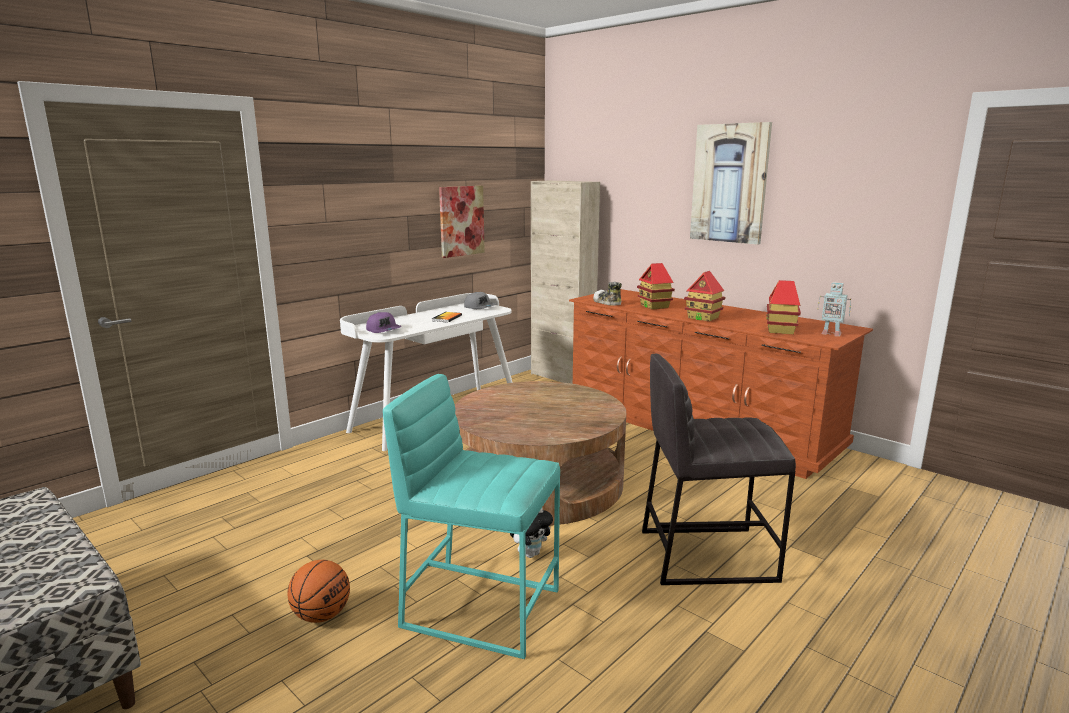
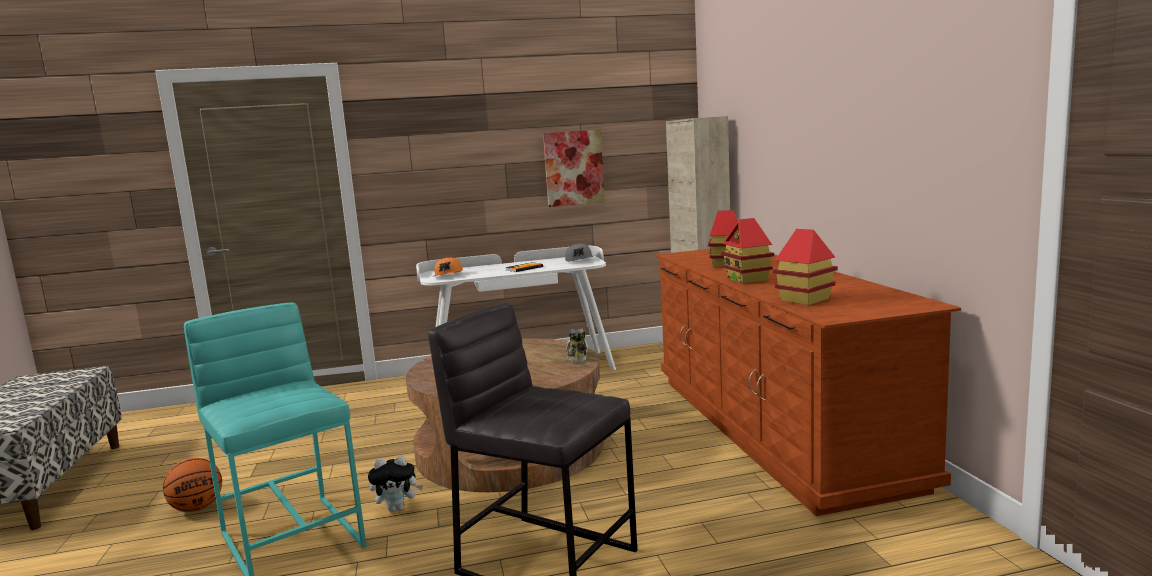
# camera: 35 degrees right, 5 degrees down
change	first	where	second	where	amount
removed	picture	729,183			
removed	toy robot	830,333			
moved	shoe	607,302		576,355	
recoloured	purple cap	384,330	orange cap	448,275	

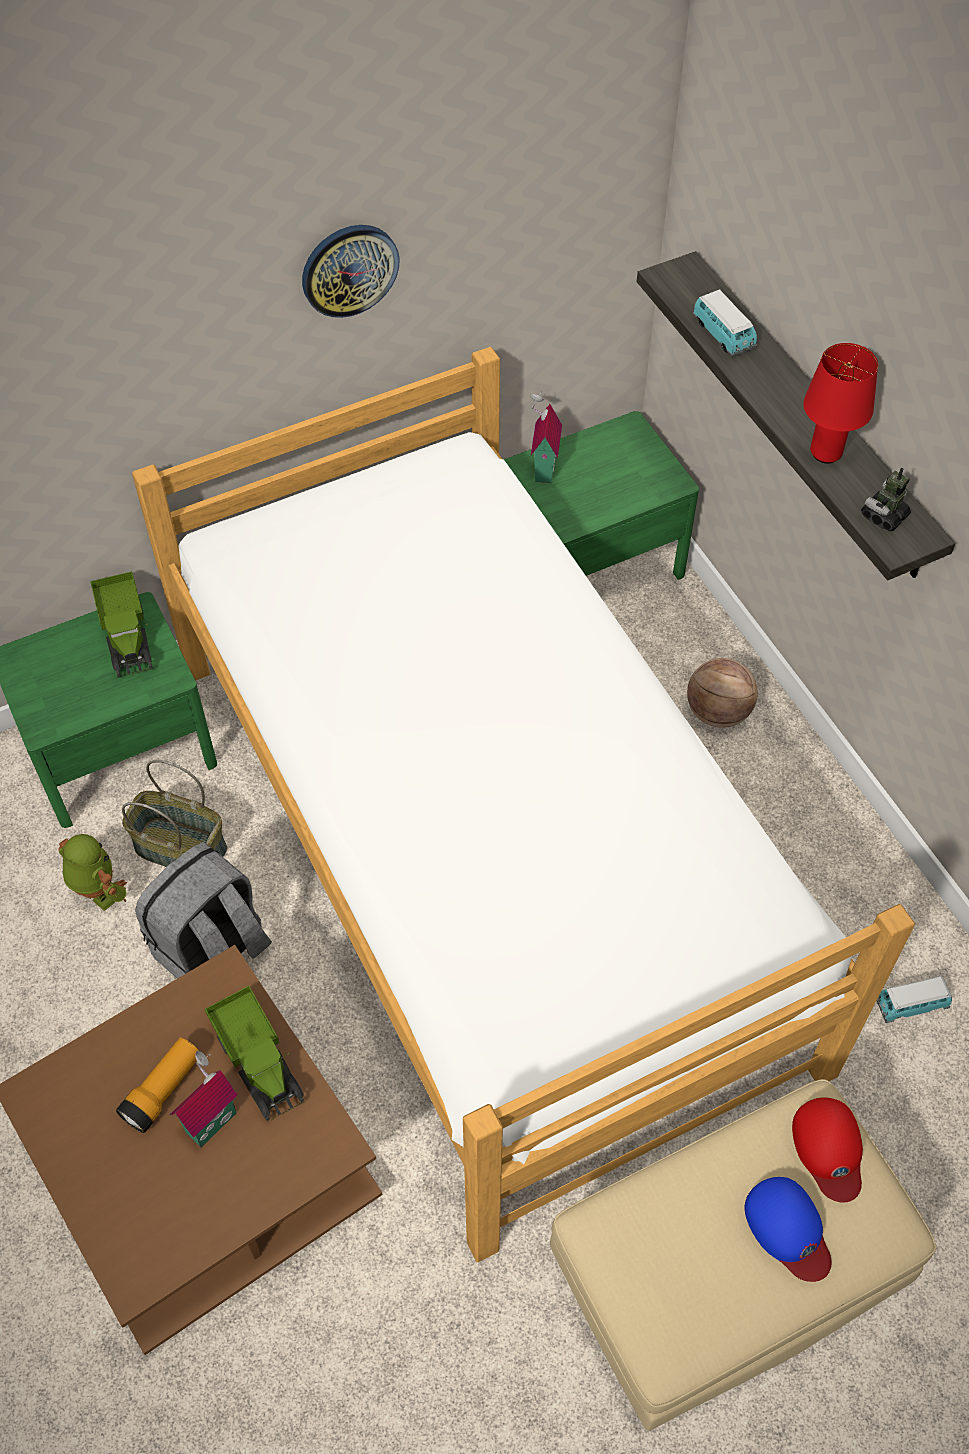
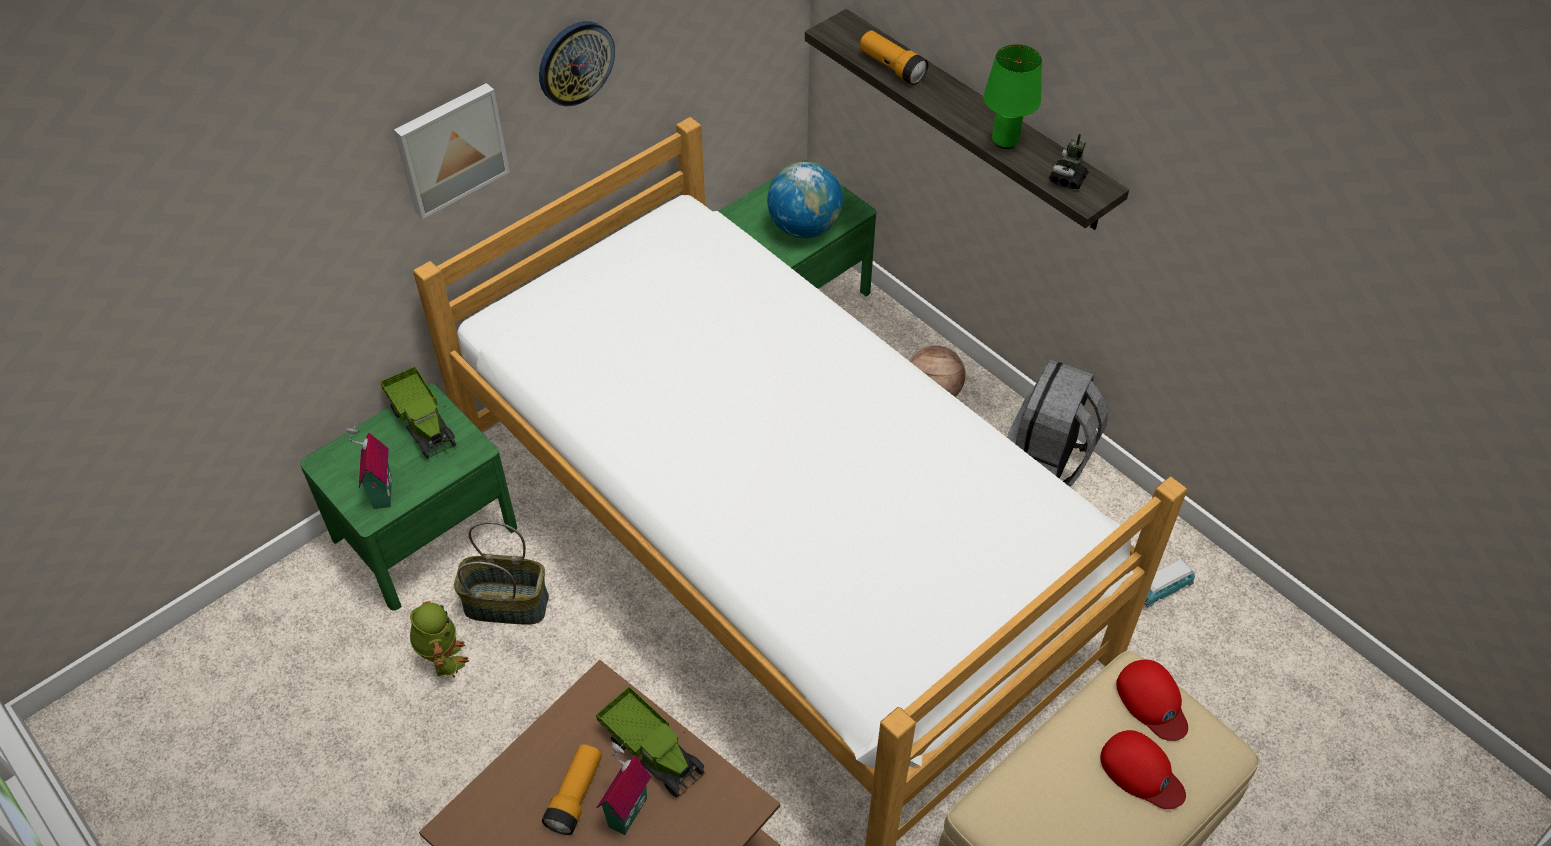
# camera: 15 degrees left, 5 degrees down
change	first	where	second	where	amount
added			picture	450,148	
added			globe	804,227	
moved	grey backpack	213,951		1048,459	
moved	toy house	542,468		380,492	
replaced	toy car	723,335	flashlight	892,67	
recoloured	blue cap	788,1229	red cap	1141,772	
recoloured	red table lamp	824,453	green table lamp	1004,141	
turned	toy robot	98,892		443,658	45 degrees clockwise

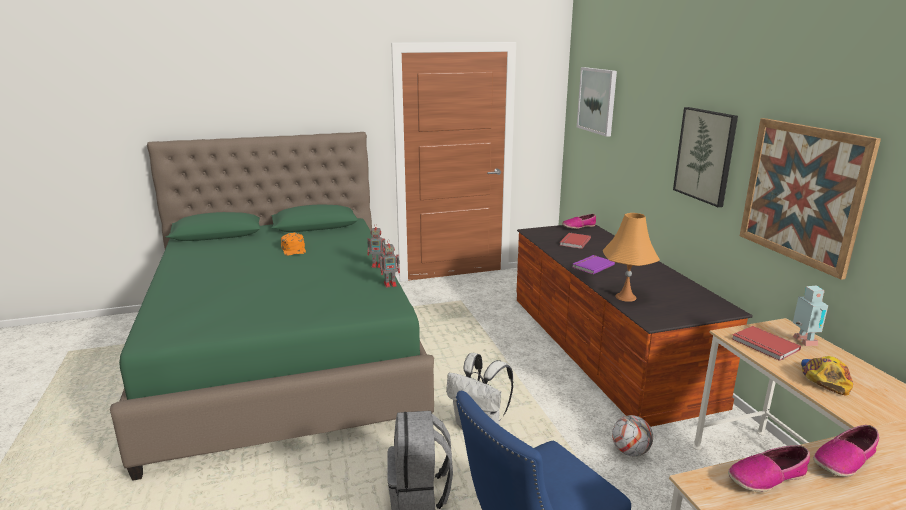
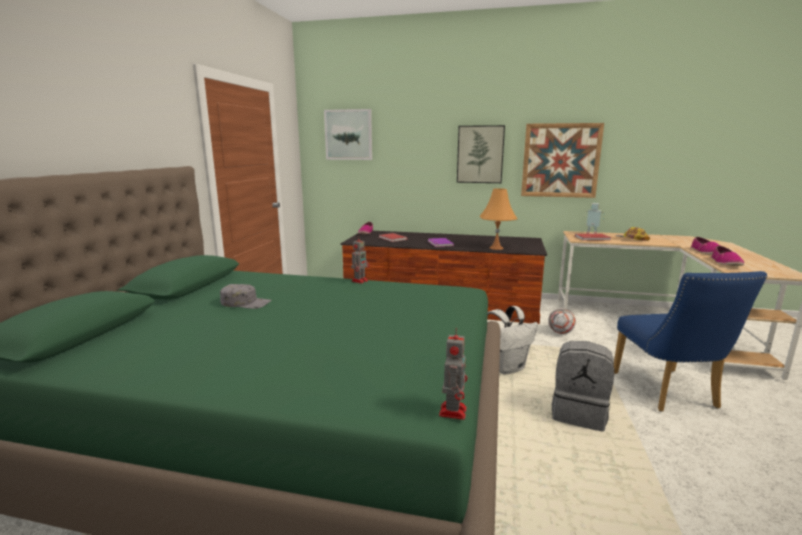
# camera: 60 degrees left, 5 degrees down
change	first	where	second	where	amount
moved	toy robot	391,284		453,410	
recoloured	orange cap	294,249	grey cap	246,303	

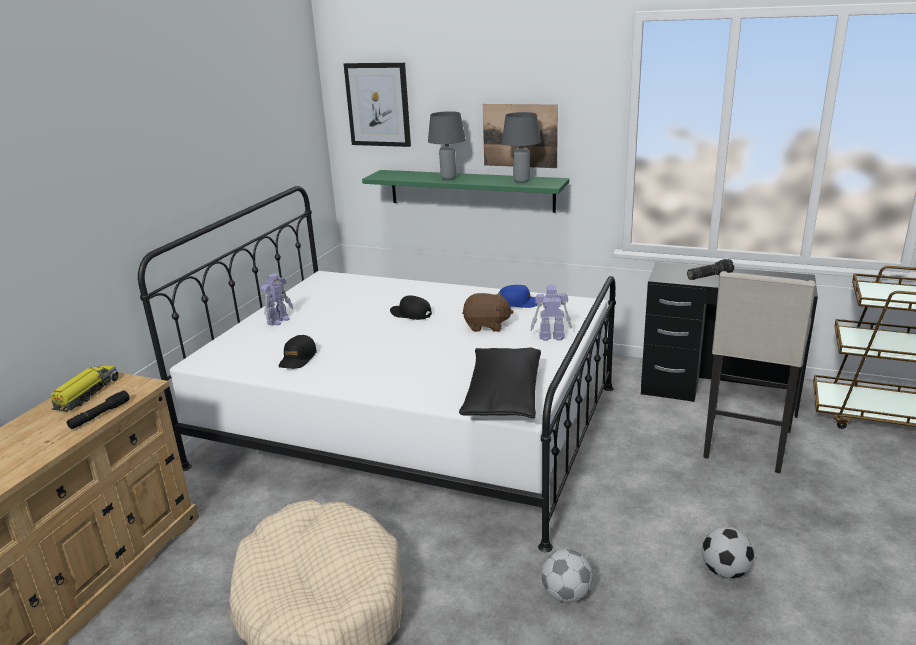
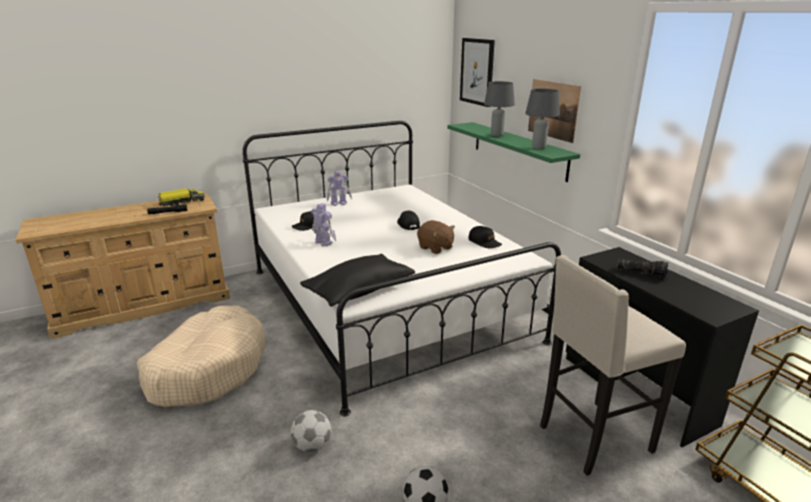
# camera: 40 degrees right, 0 degrees up
change	first	where	second	where	amount
moved	toy robot	551,337		323,242	
recoloured	blue cap	519,303	black cap	484,242	

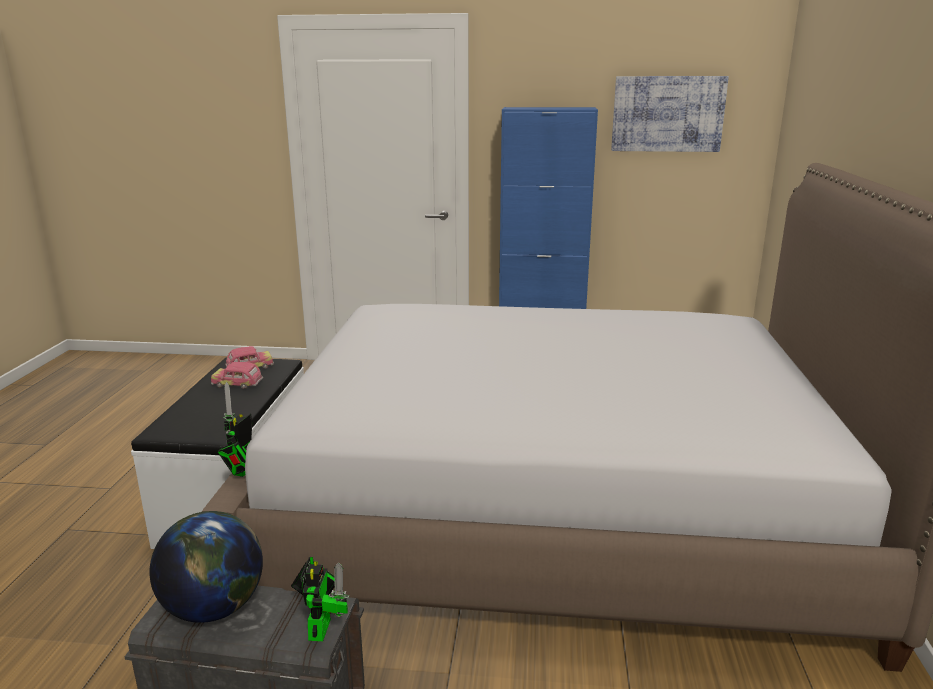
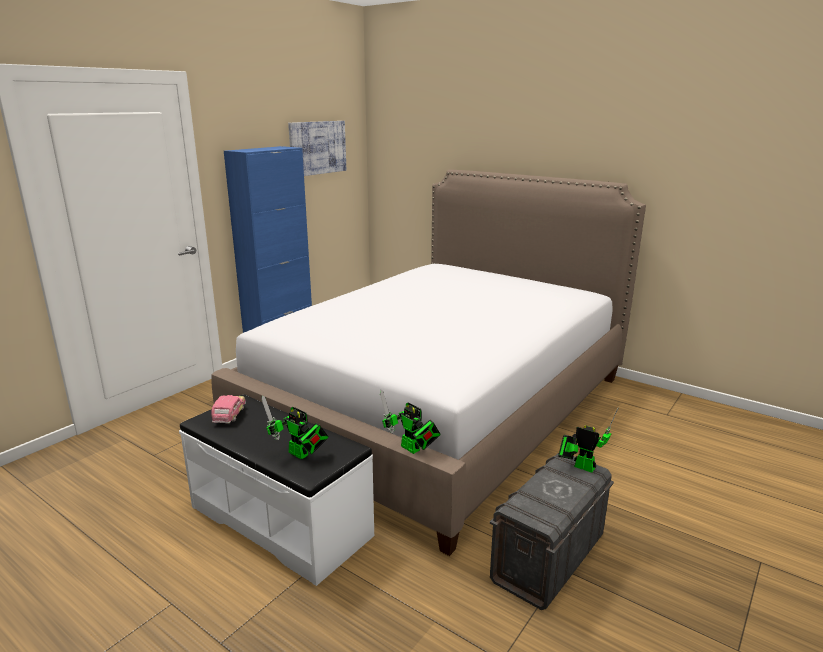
# camera: 60 degrees left, 0 degrees up
change	first	where	second	where	amount
removed	globe	214,607			
removed	toy car	237,384			
added			toy robot	300,455	

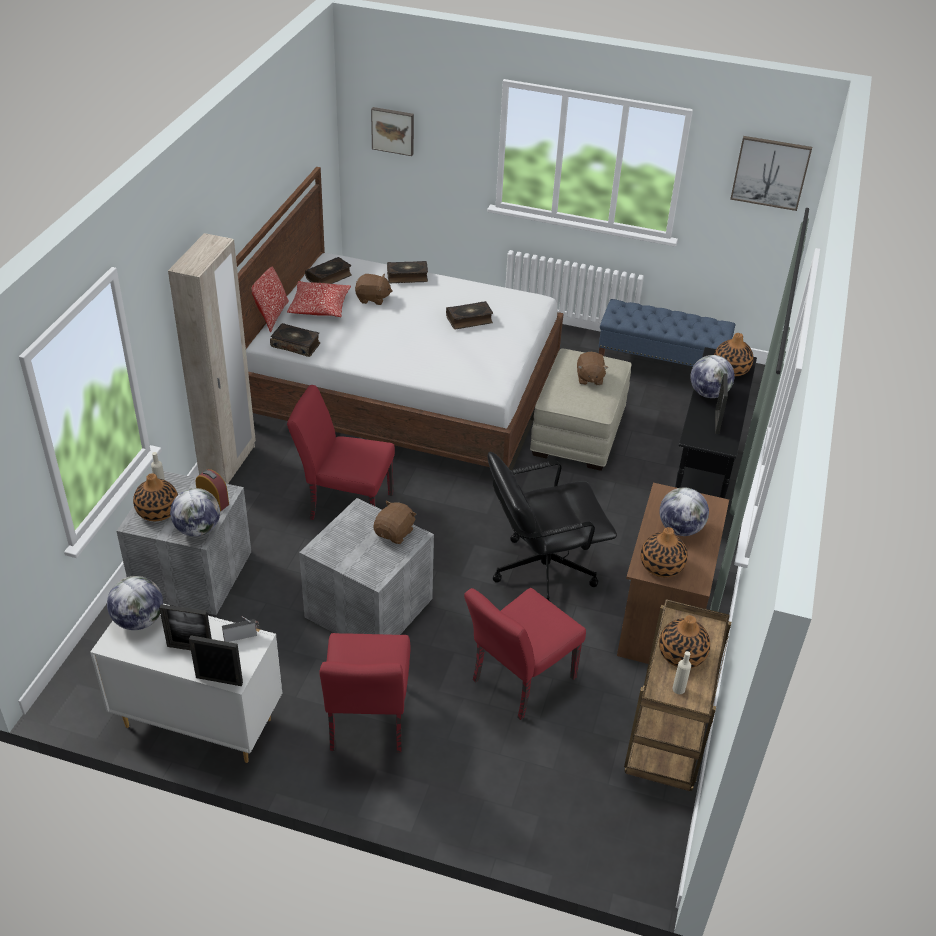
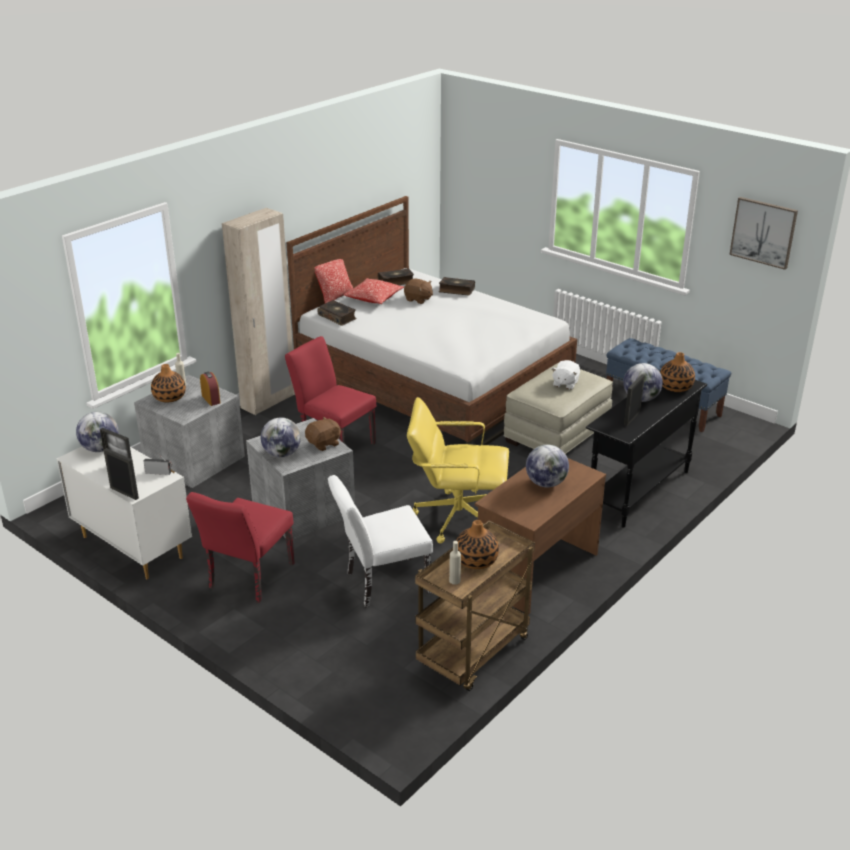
# camera: 25 degrees right, 10 degrees down
change	first	where	second	where	amount
removed	picture	393,130			
removed	book	469,320			
removed	vase	661,566			
moved	globe	197,529		282,454	
recoloured	red chair	517,682	white chair	381,583	
recoloured	black office chair	542,570	yellow office chair	456,517	
recoloured	brown plush toy	589,378	white plush toy	565,383	

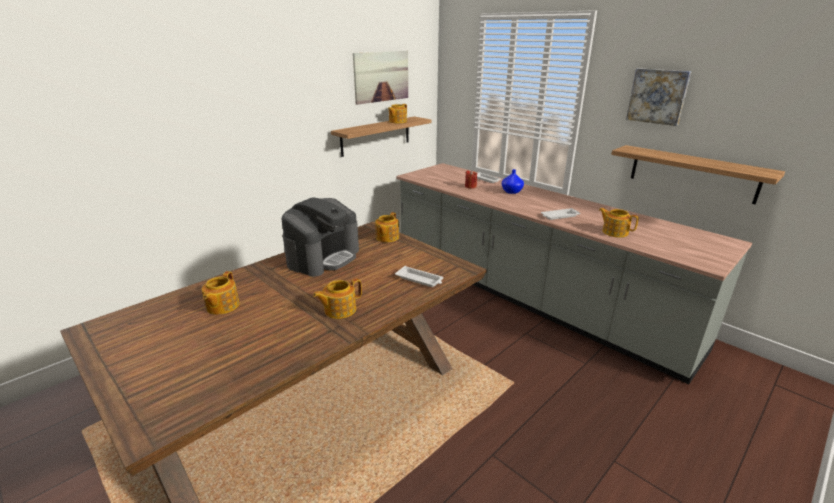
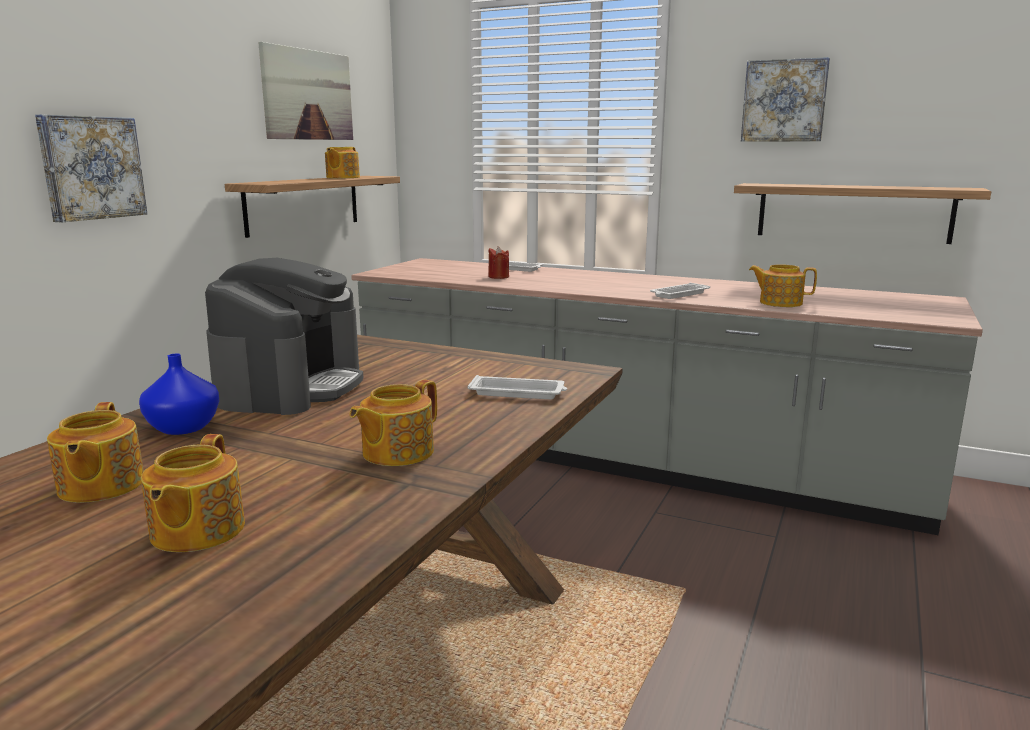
# camera: 20 degrees left, 10 degrees down
change	first	where	second	where	amount
added			picture	91,168	
moved	teapot	386,237		195,531	
moved	blue vase	511,192		182,428	

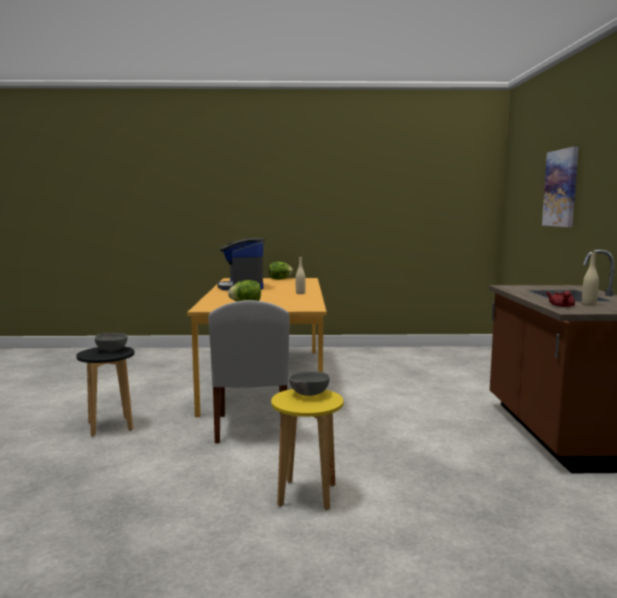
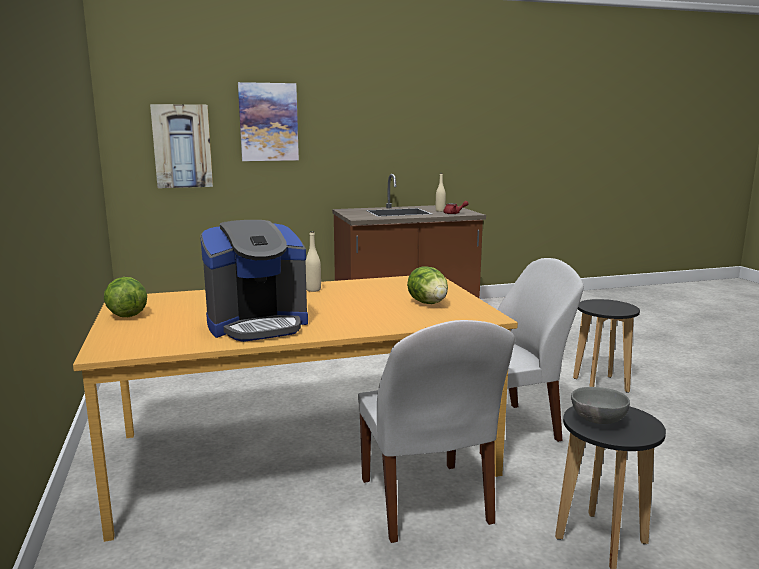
# camera: 105 degrees left, 5 degrees up
change	first	where	second	where	amount
removed	grey bowl	308,394			
added			picture	182,146	
added			white chair	425,503	
recoloured	yellow stool	307,495	black stool	600,385	

